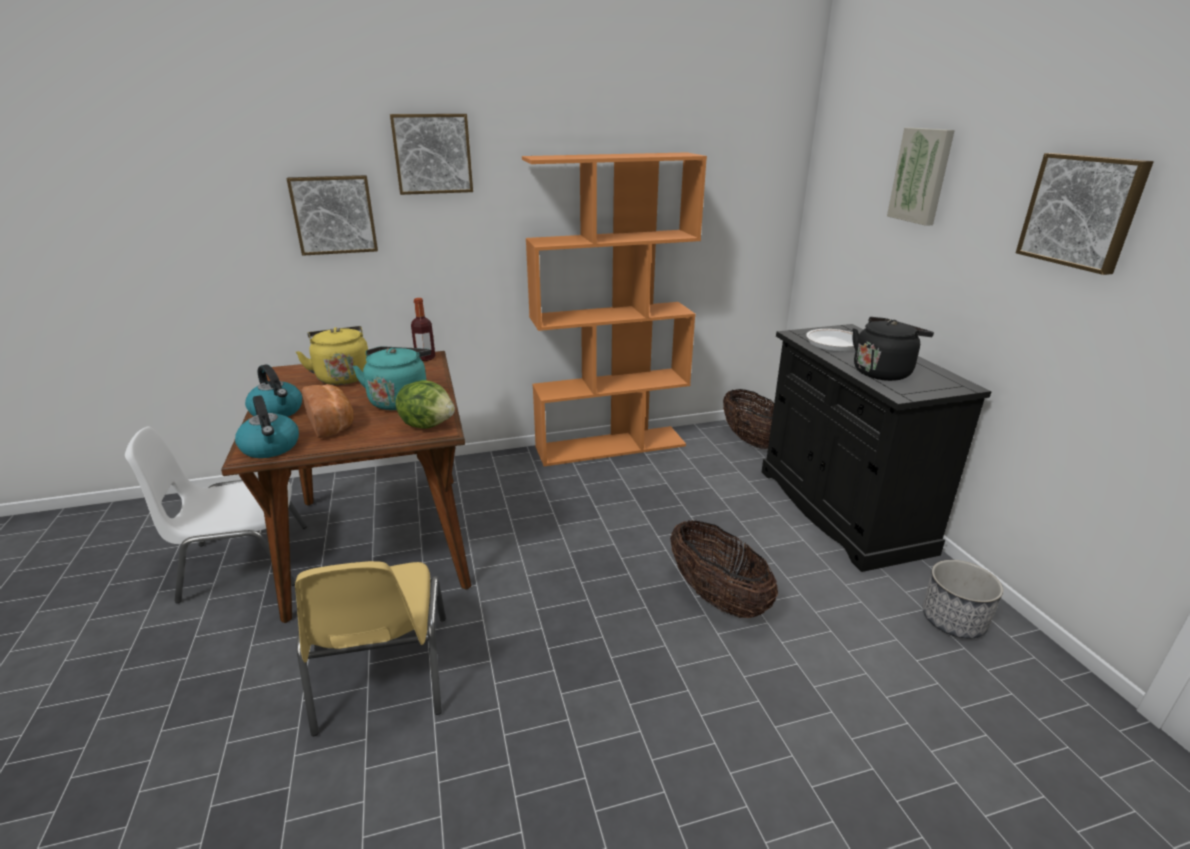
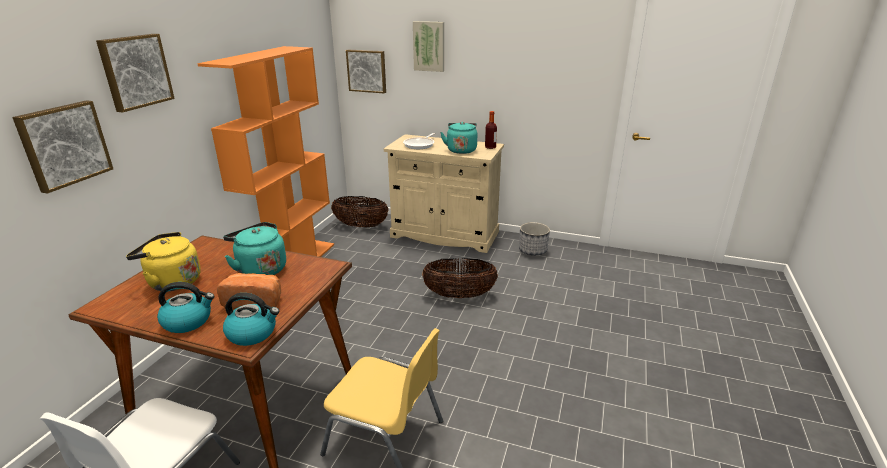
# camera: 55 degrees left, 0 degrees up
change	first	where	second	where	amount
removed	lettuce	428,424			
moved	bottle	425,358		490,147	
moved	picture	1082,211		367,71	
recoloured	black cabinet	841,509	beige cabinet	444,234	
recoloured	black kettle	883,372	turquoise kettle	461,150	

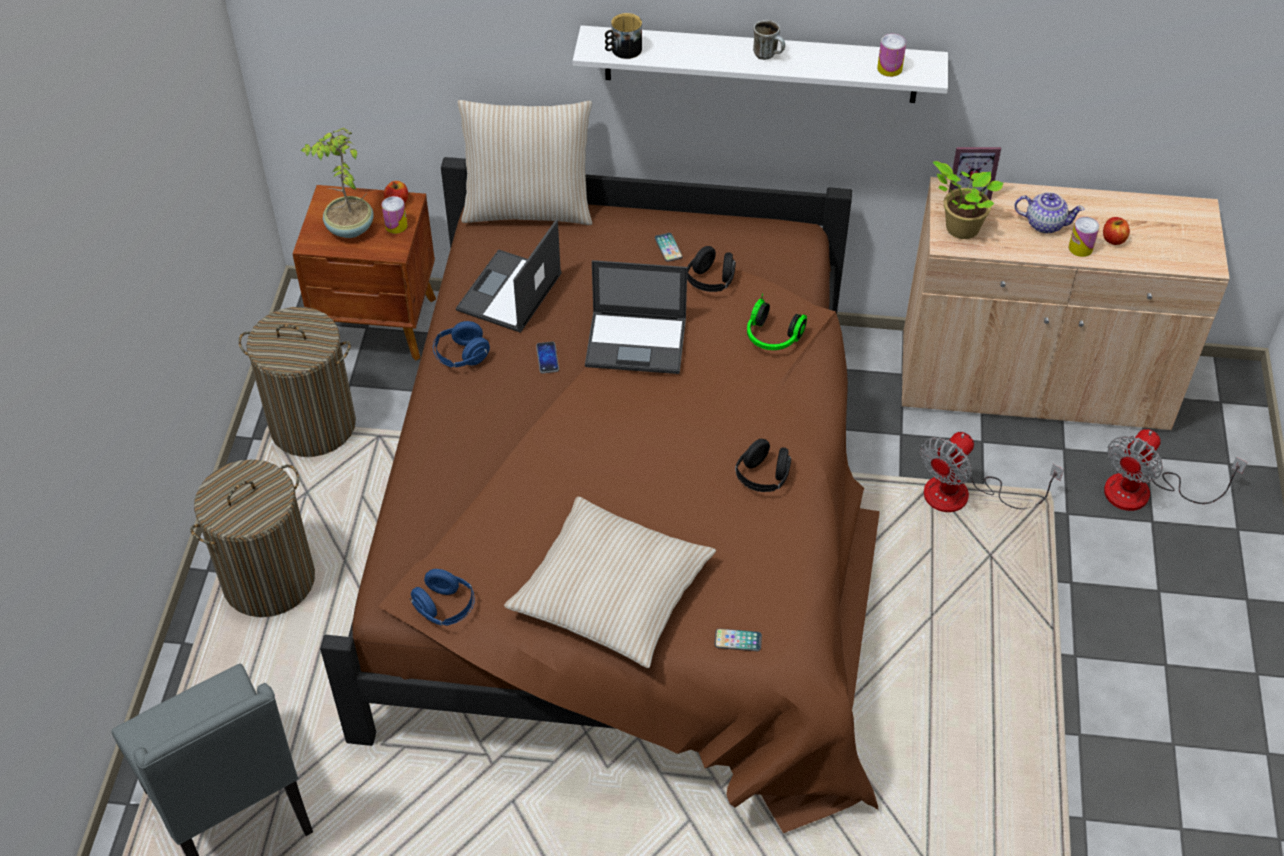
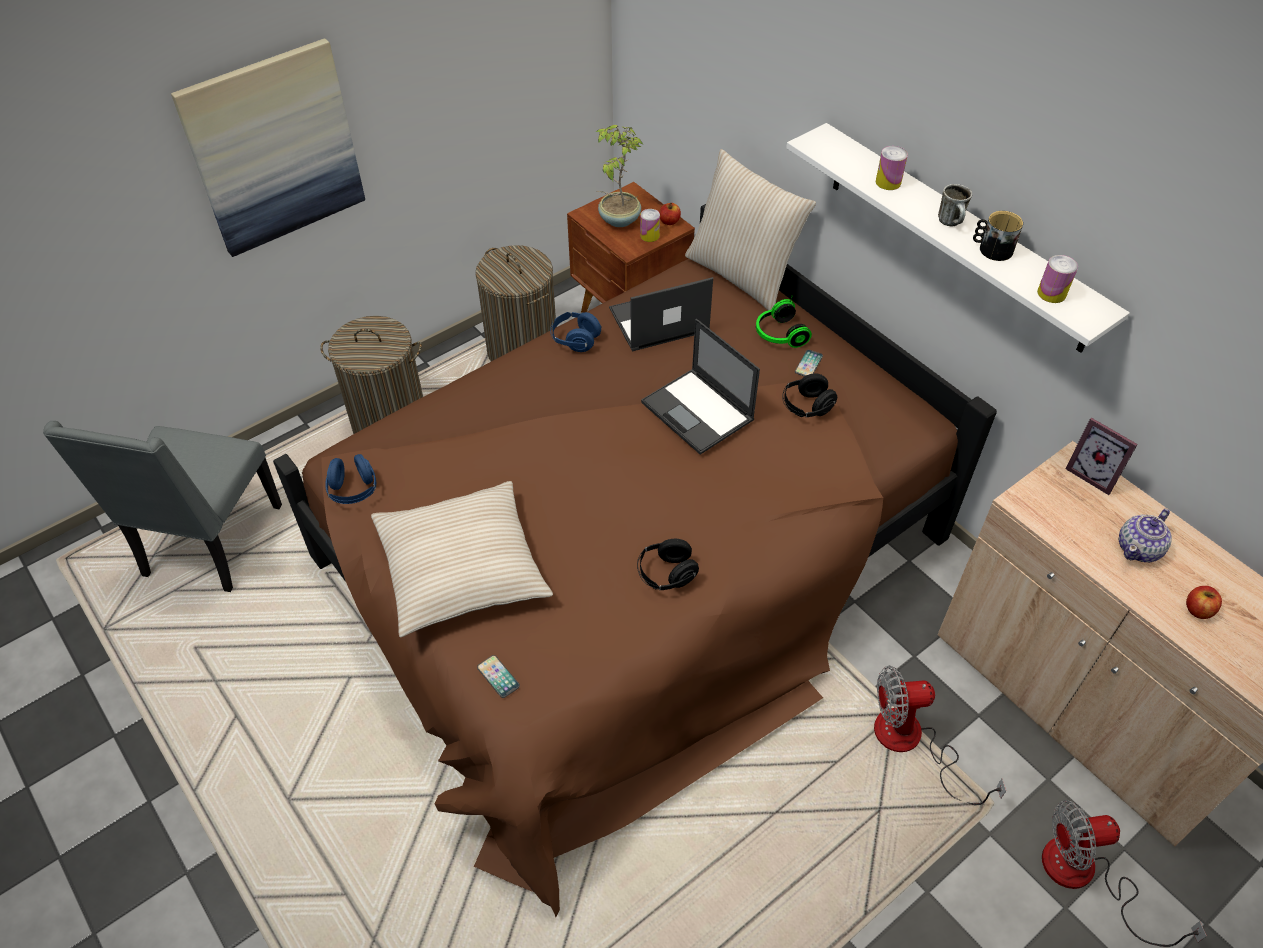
# camera: 45 degrees right, 0 degrees up
change	first	where	second	where	amount
removed	phone	547,358			
removed	potted plant	959,228			
added			picture	274,148	
moved	mug	623,50		991,249	
moved	headphones	772,338		778,335	
moved	can	1080,248		888,182	
turned	teapot	1044,223		1139,549	75 degrees clockwise

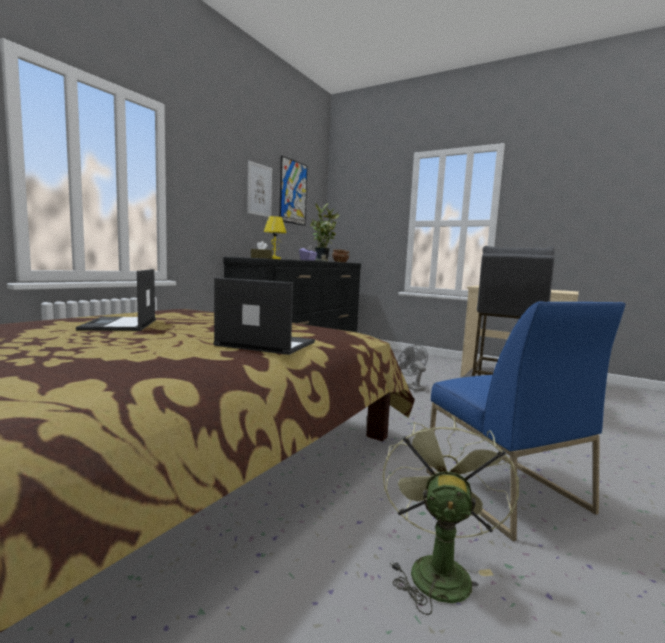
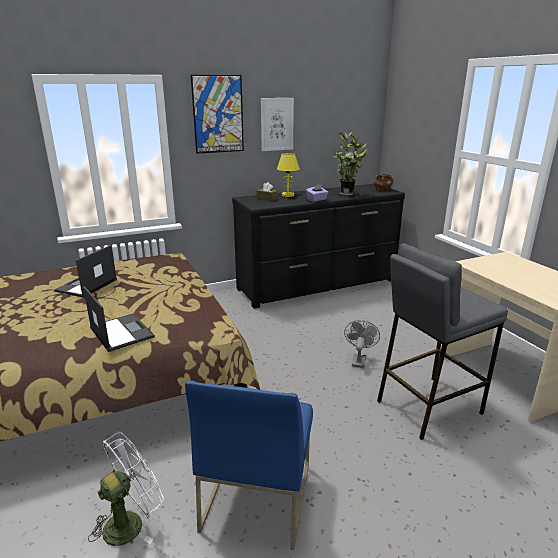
# camera: 35 degrees right, 15 degrees up
change	first	where	second	where	amount
moved	picture	293,192		218,114	
recoloured	green fan	437,568	white fan	130,522	

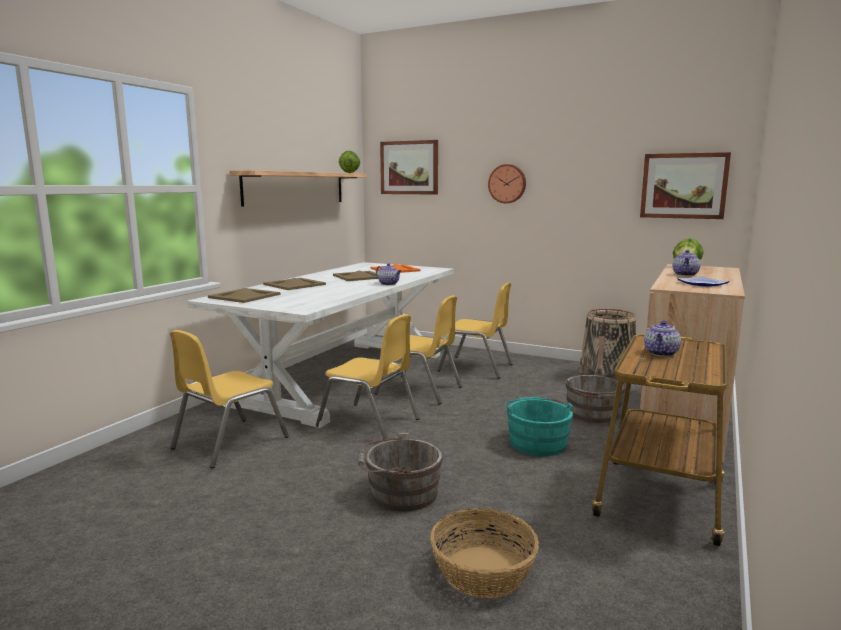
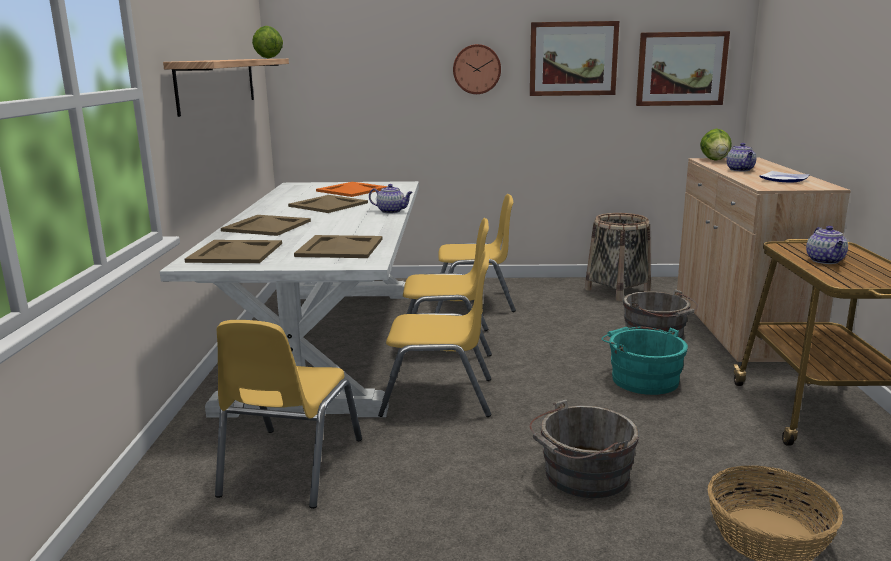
# camera: 25 degrees left, 5 degrees up
change	first	where	second	where	amount
added			beige tray	339,248	
moved	picture	409,167		573,59	

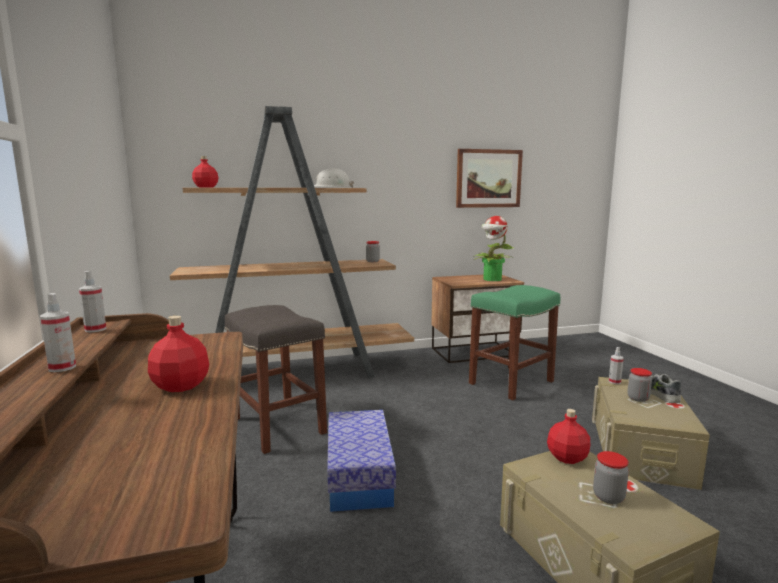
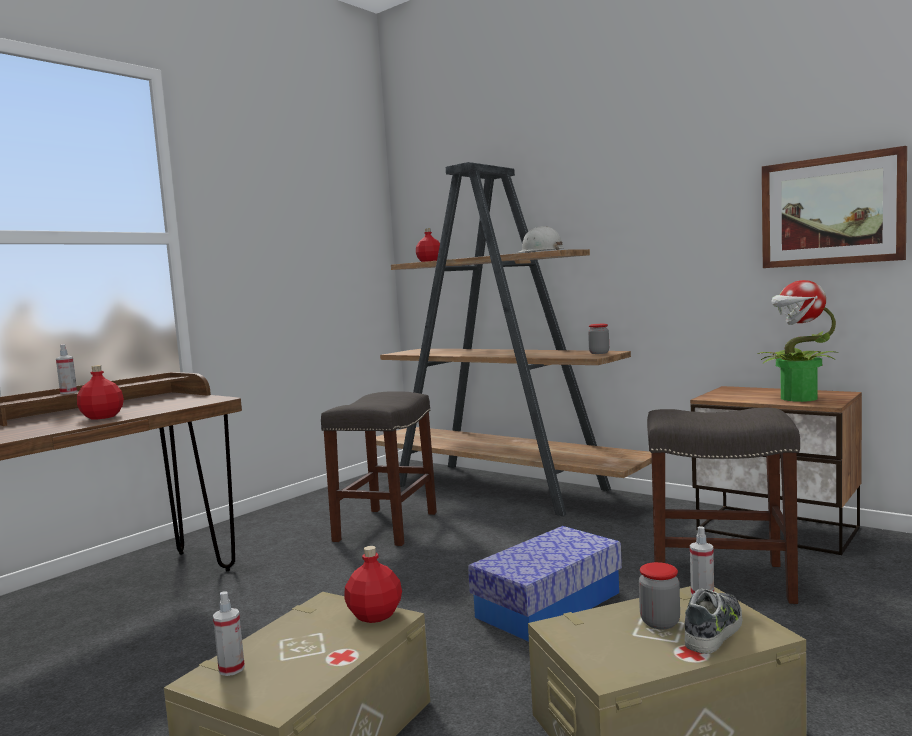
# camera: 55 degrees right, 5 degrees down
change	first	where	second	where	amount
removed	jar	608,497			
moved	spray bottle	95,329		231,669	
moved	storage box	359,475		548,605	
recoloured	green stool	511,382	grey stool	722,579	

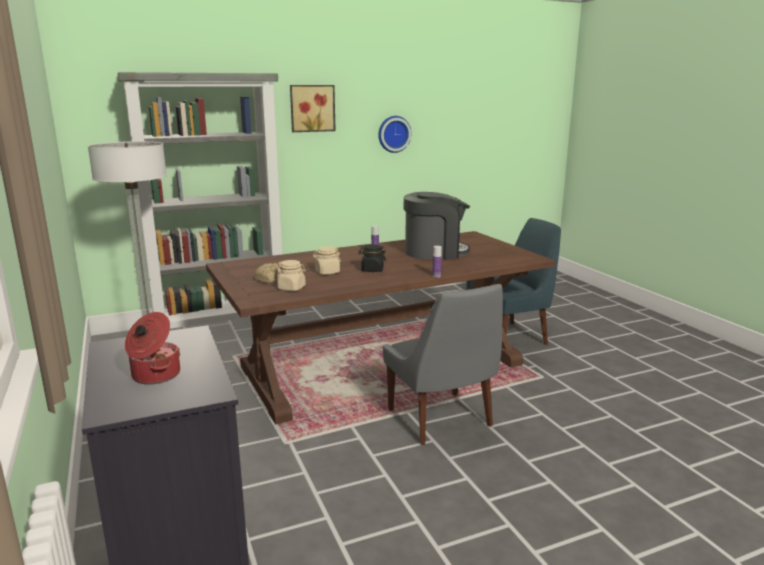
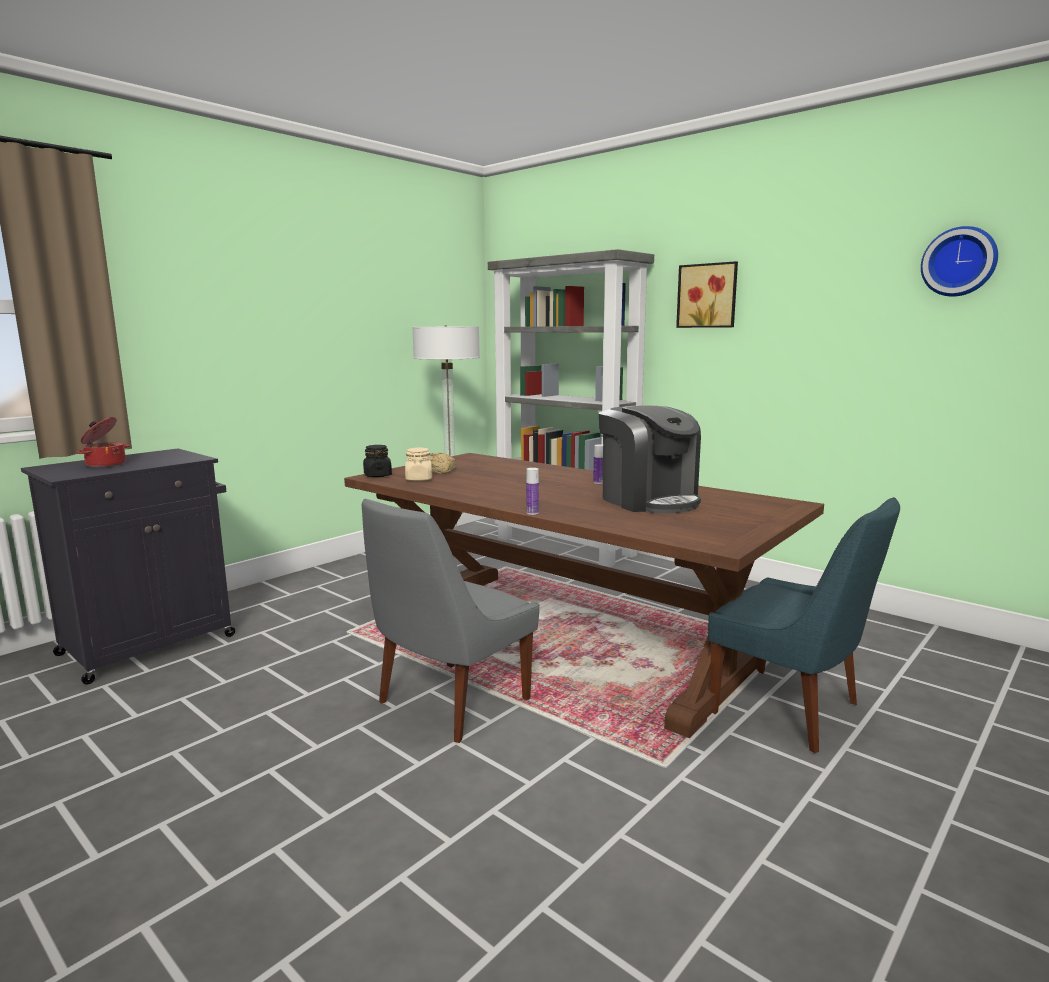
# camera: 65 degrees right, 5 degrees down
change	first	where	second	where	amount
removed	beige jar	327,272			
moved	black jar	372,270		377,475	
moved	wall clock	393,134		959,262	

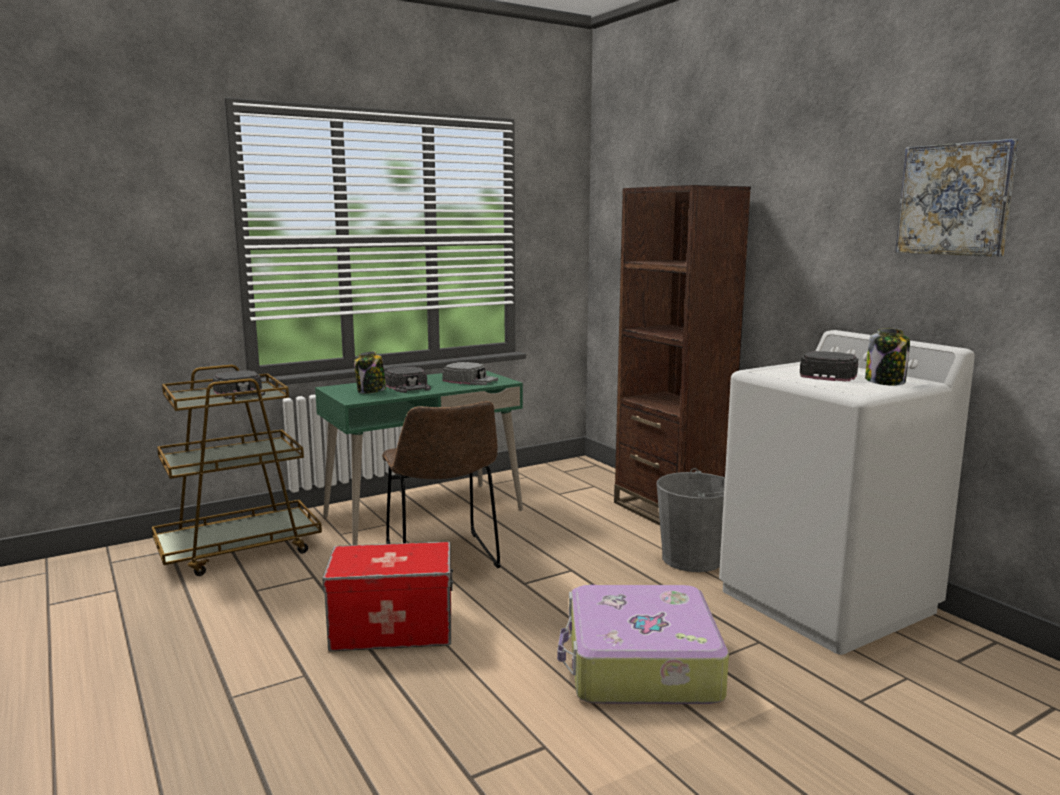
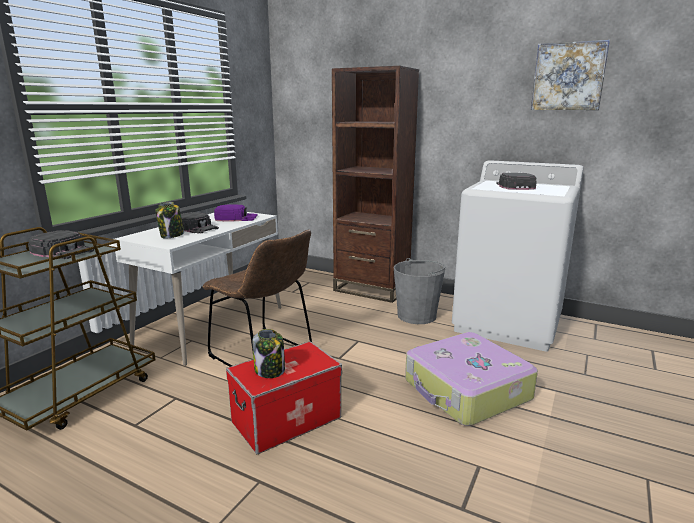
# camera: 30 degrees left, 5 degrees up
change	first	where	second	where	amount
moved	jar	885,382		270,370	
recoloured	green desk	424,513	white desk	212,326	
recoloured	grey cap	470,380	purple cap	236,218	

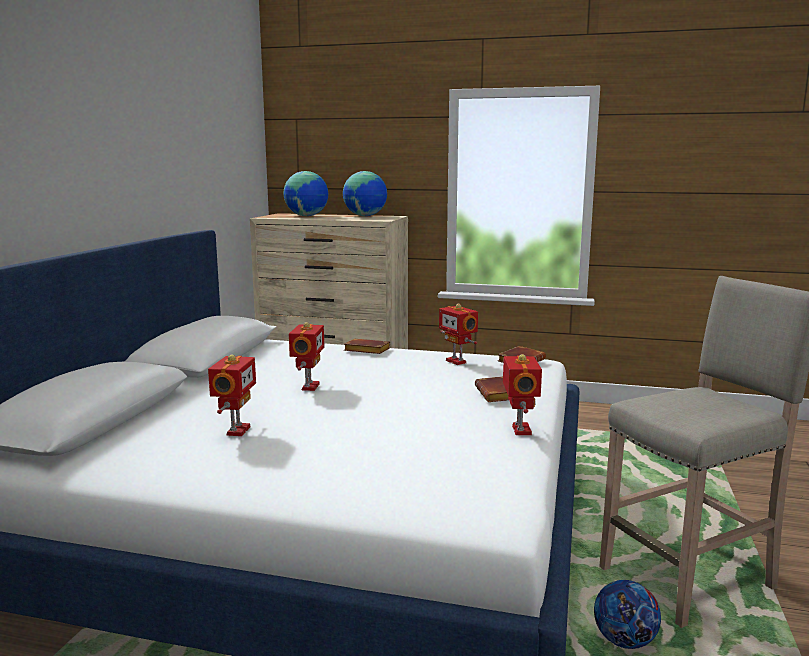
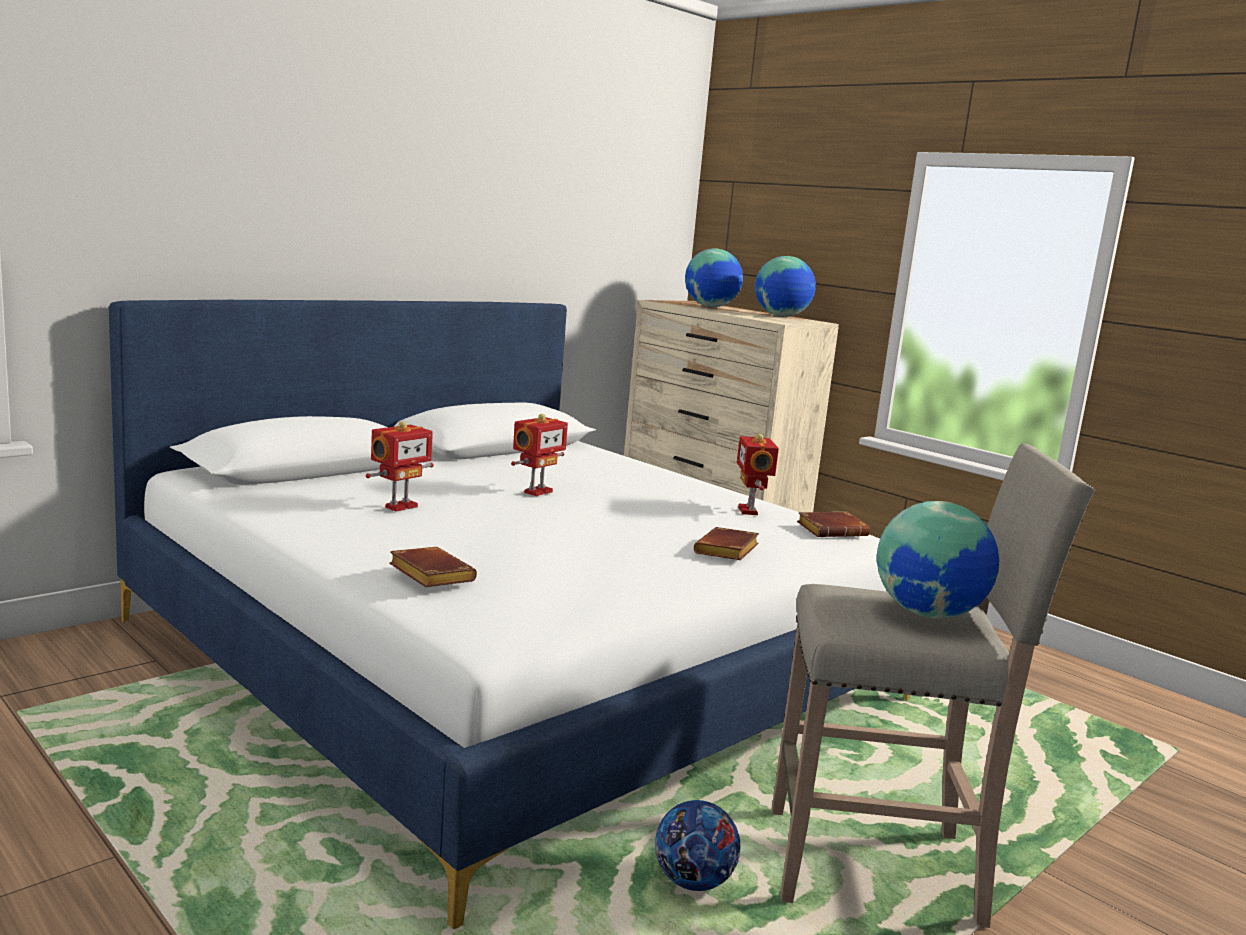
# camera: 30 degrees right, 0 degrees up
change	first	where	second	where	amount
removed	toy robot	519,430			
added			globe	928,613	
moved	brown book	365,350		428,574	

